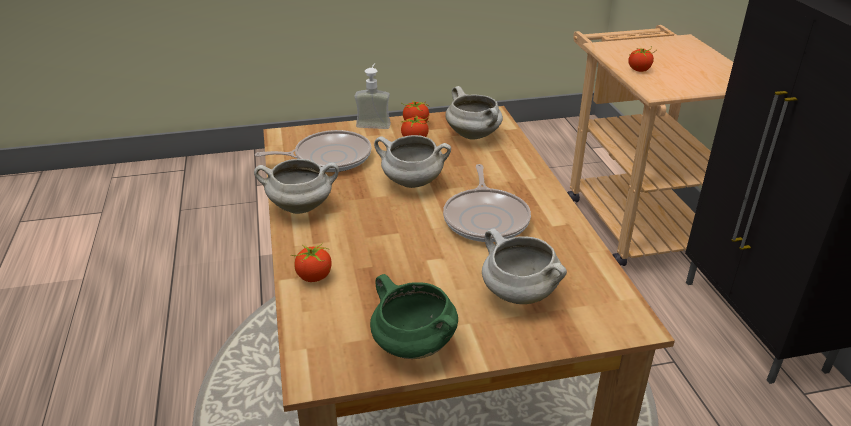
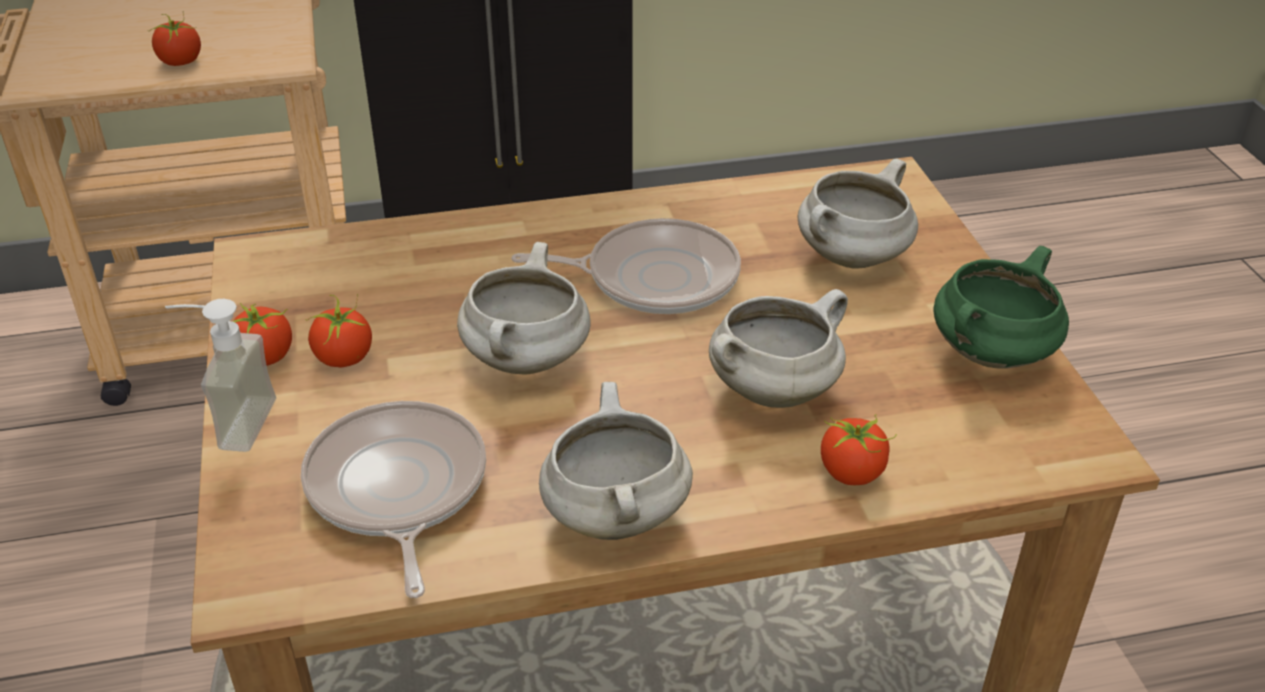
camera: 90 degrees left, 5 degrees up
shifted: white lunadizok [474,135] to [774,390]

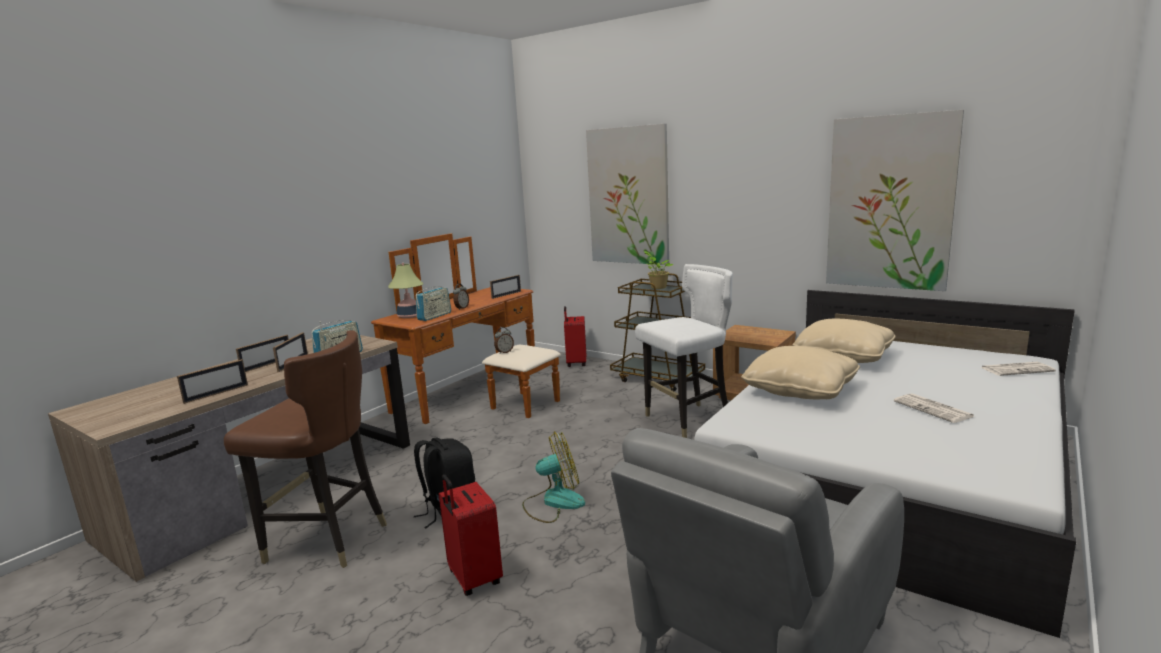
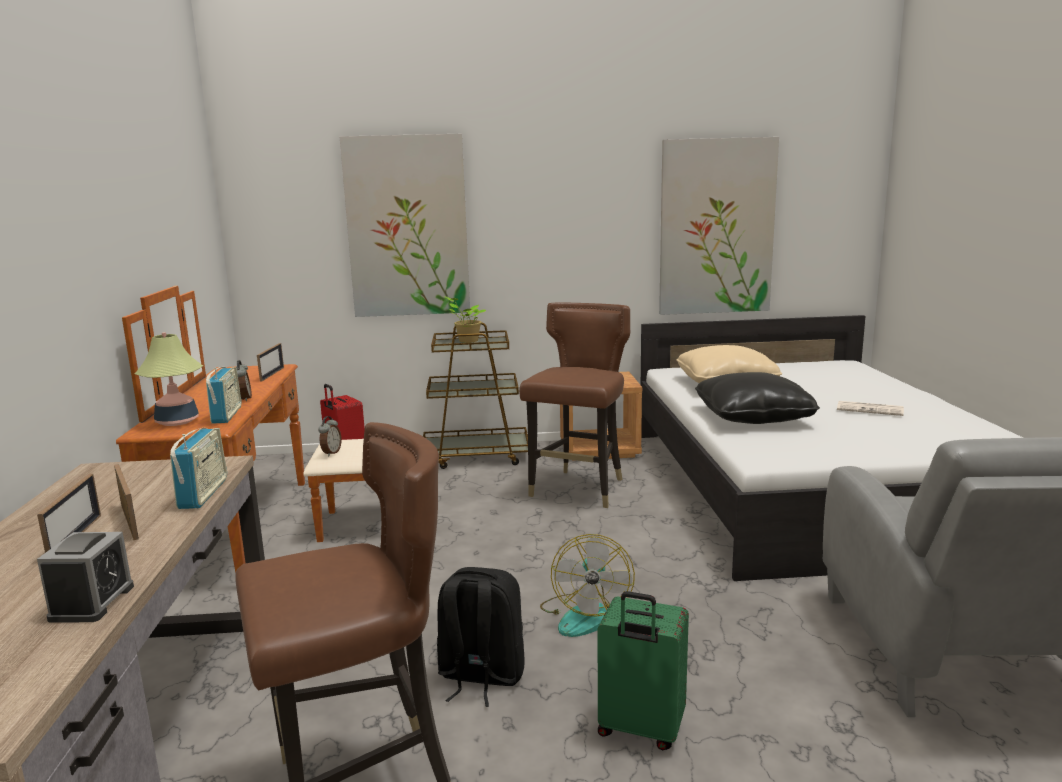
camera: 40 degrees left, 0 degrees up
gone: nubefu [1017,369]
swapped: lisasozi [216,393] to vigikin [92,602]
repainted: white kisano [688,421] to brown kisano [580,489]; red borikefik [473,579] to green borikefik [640,730]; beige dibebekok [800,390] to black dibebekok [753,417]
rotated: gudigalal [553,502] = [584,615] 150 degrees clockwise

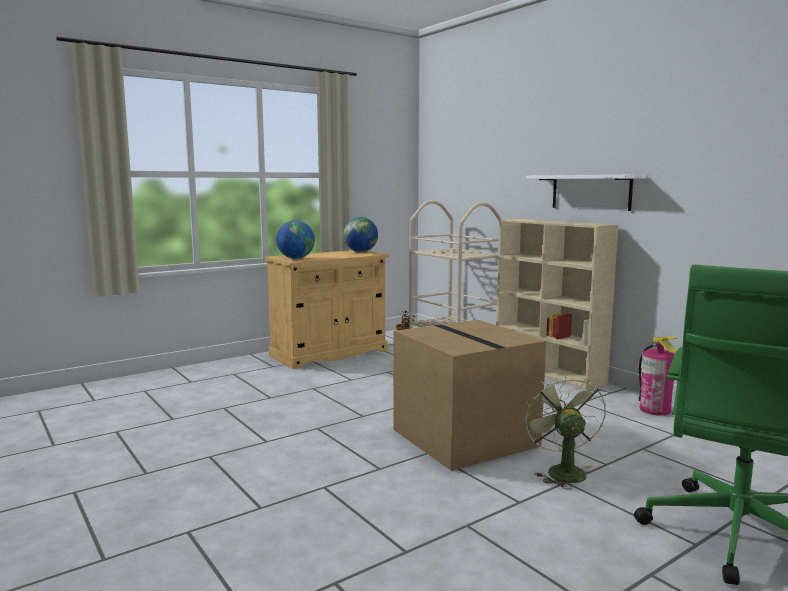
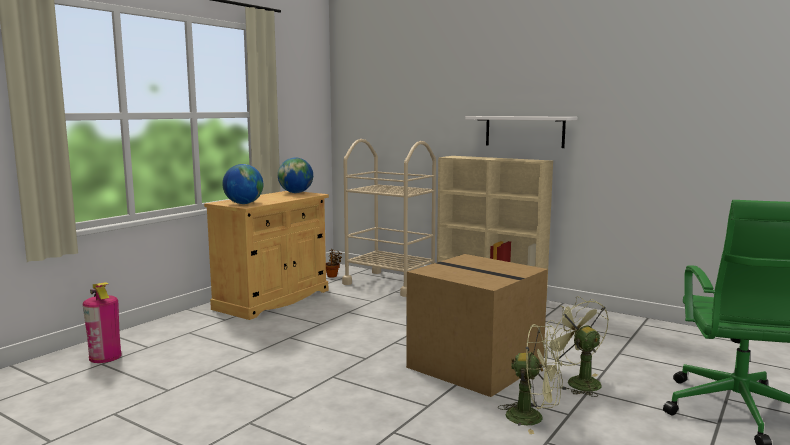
camera: 20 degrees left, 0 degrees up
new: green gudigalal [533,418]
shifted: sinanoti [655,410] to [105,357]

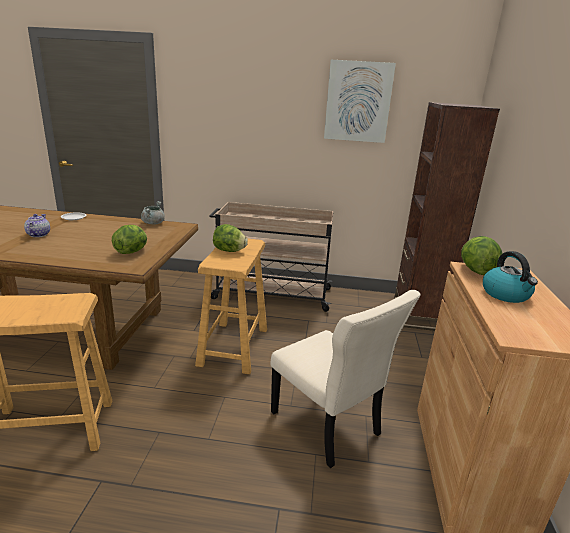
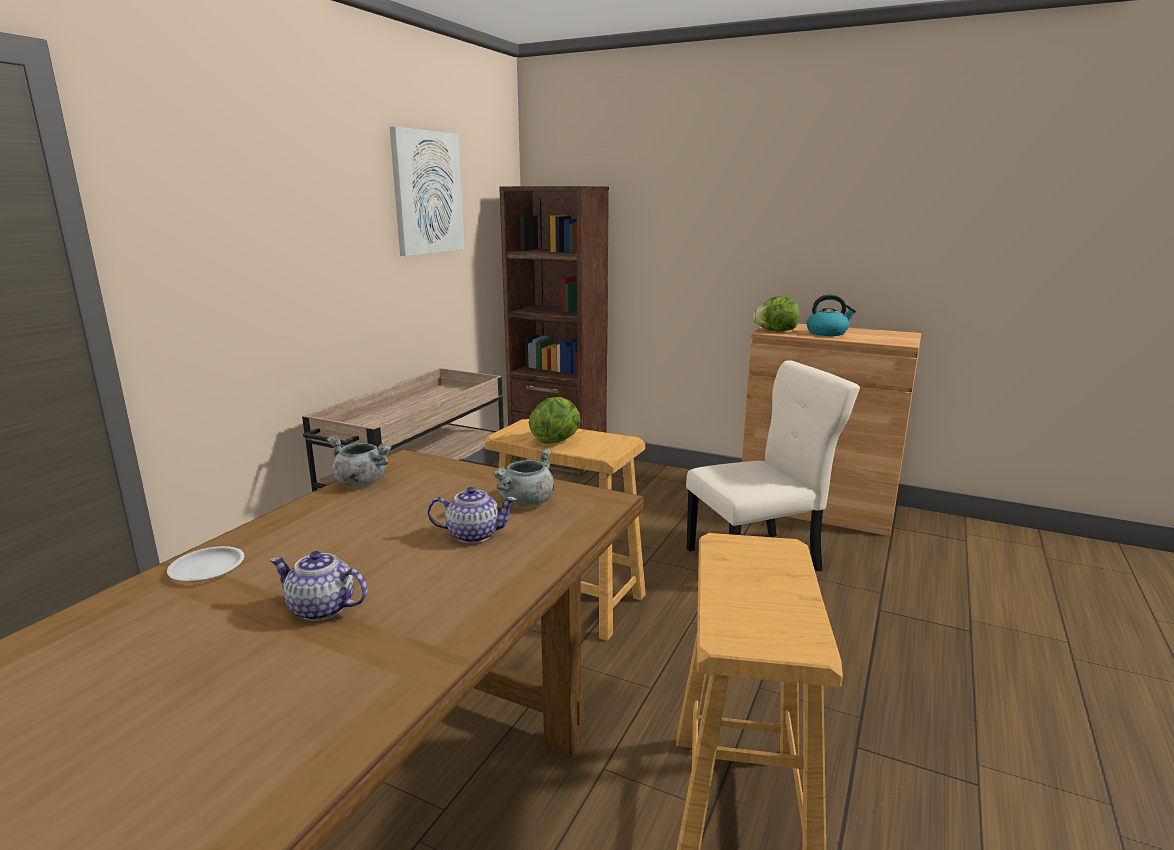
camera: 70 degrees left, 5 degrees down
new: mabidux [473,535]
swapped: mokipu [132,251] to grey lunadizok [526,502]

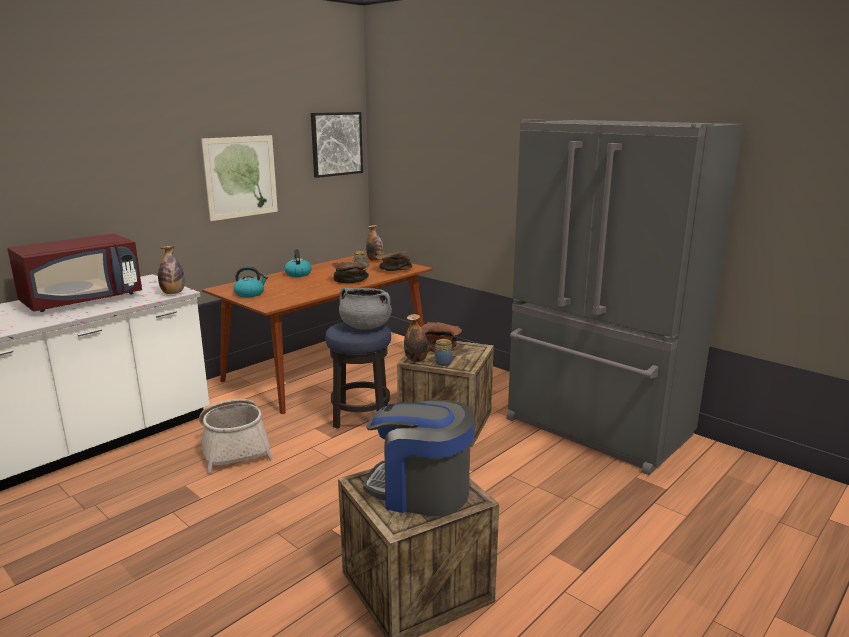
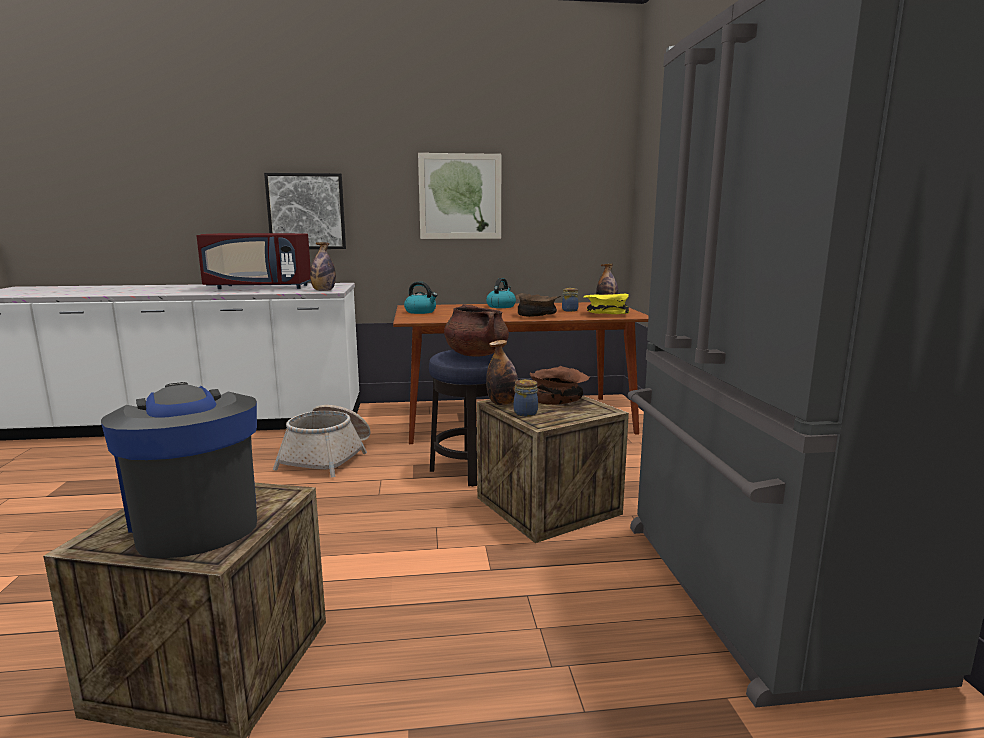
camera: 40 degrees right, 5 degrees down
shifted: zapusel [336,144] to [306,211]
repainted: grey lunadizok [365,327] to brown lunadizok [476,355]; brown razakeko [394,270] to yellow razakeko [605,314]

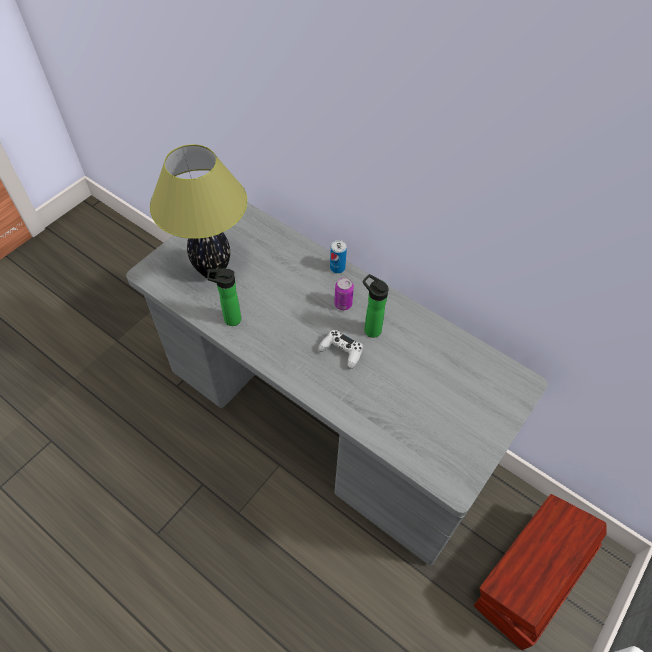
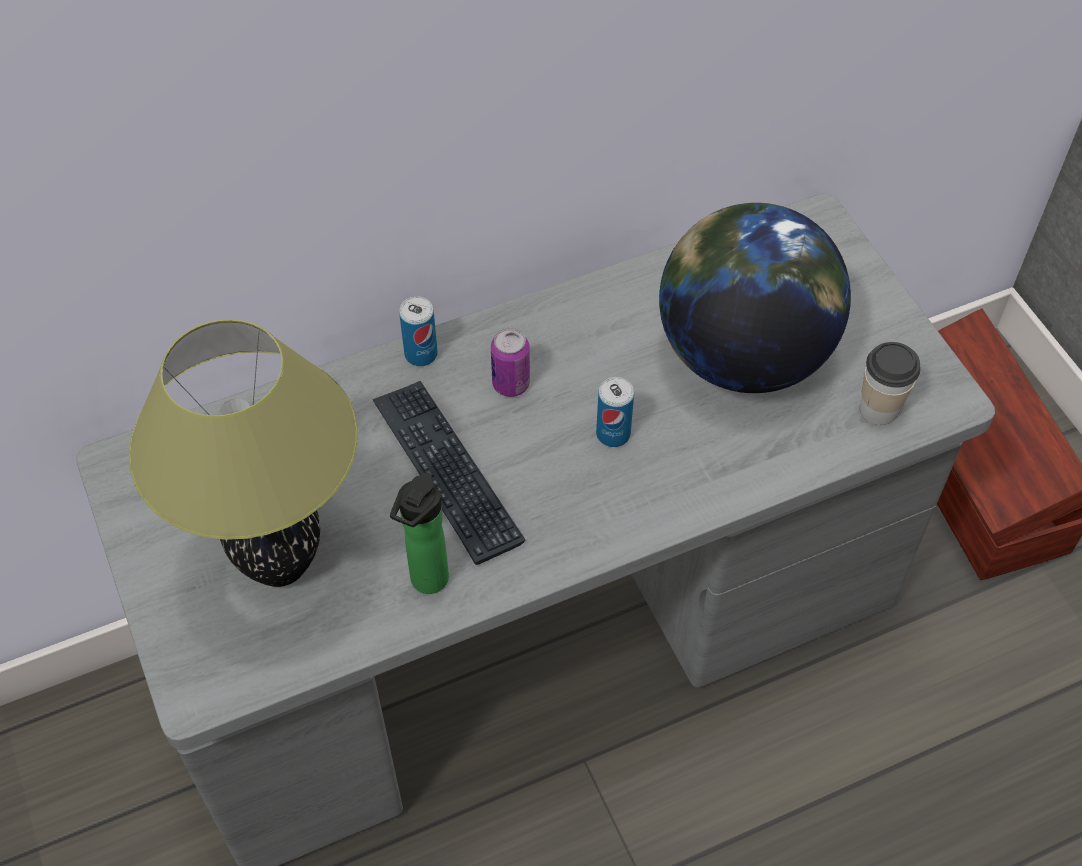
camera: 60 degrees left, 0 degrees up
gone: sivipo [370,329]
new: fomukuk [446,472]; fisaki [742,354]; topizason [879,408]
swapped: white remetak [341,351] to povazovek [613,434]

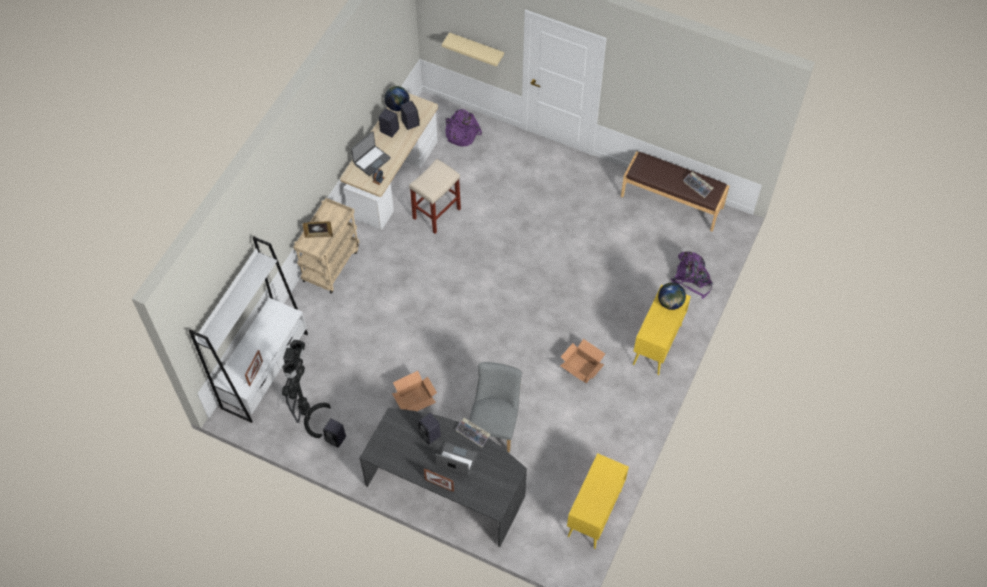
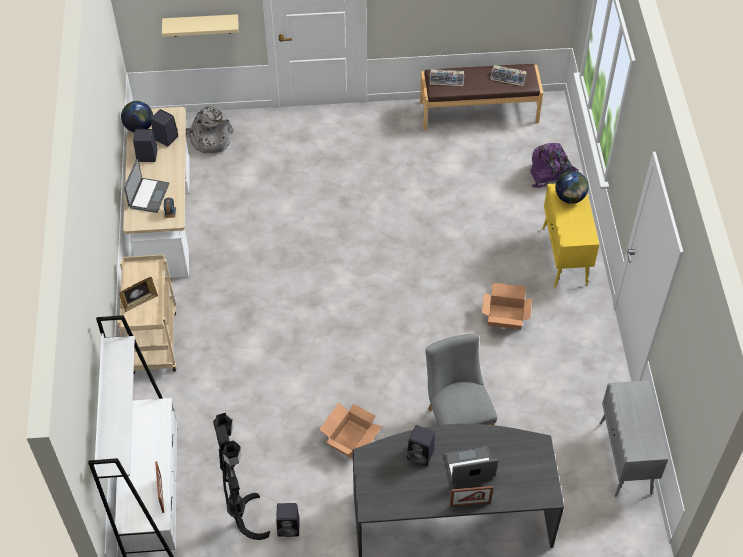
camera: 30 degrees left, 5 degrees down
gone: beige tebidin [436,214]
shifted: fomukuk [473,433] to [447,79]
repainted: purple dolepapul [461,133] to grey dolepapul [209,139]; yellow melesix [594,514] to grey melesix [625,459]

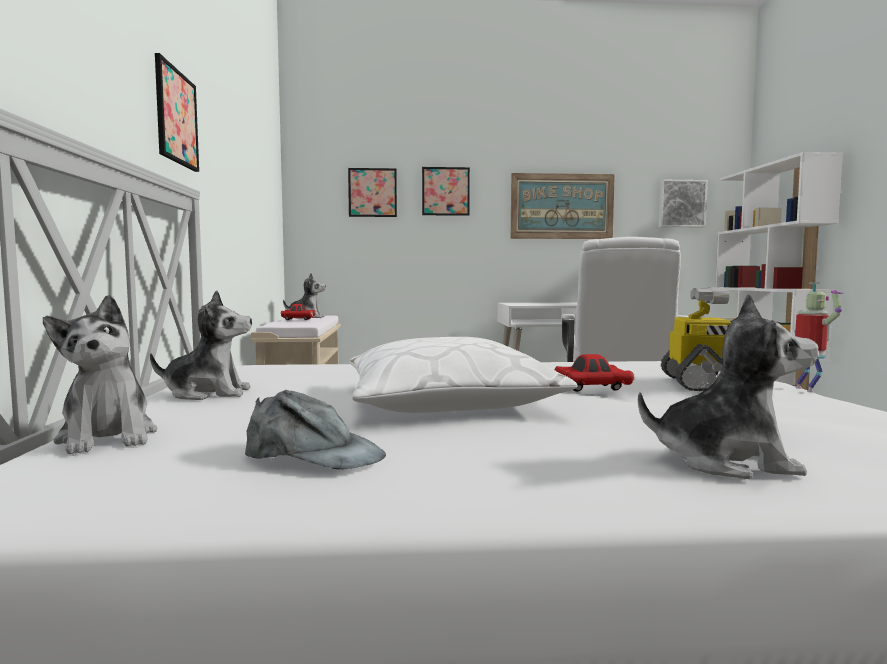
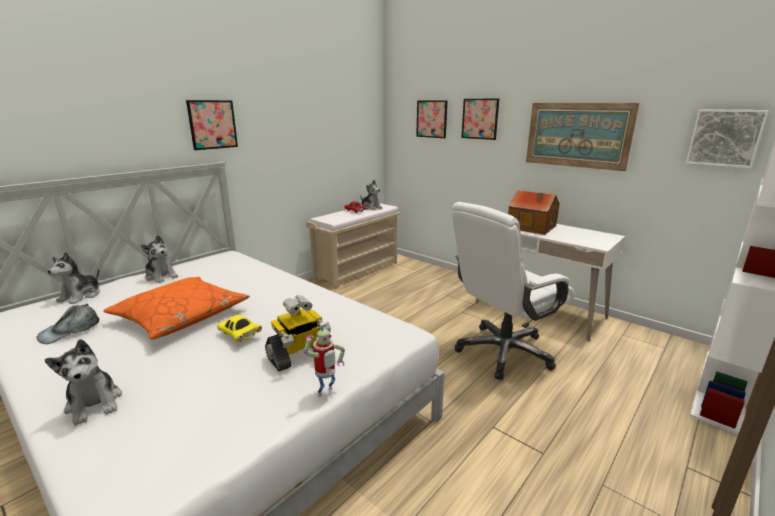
camera: 45 degrees right, 15 degrees up
new: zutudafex [532,227]
repainted: white dibebekok [446,402] to orange dibebekok [181,316]; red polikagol [592,388] to yellow polikagol [239,334]
rotated: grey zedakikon [314,455] = [70,330] 60 degrees clockwise

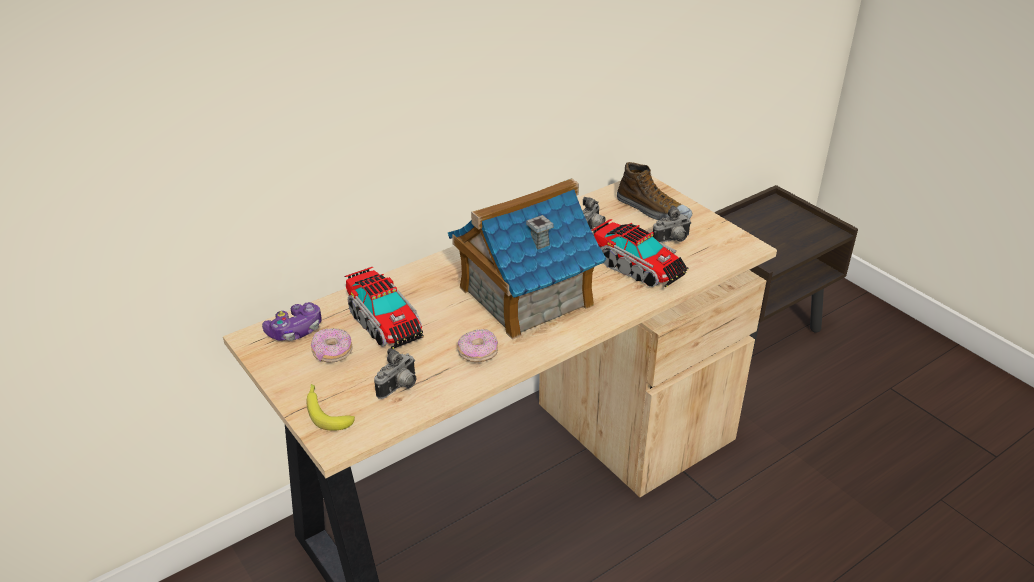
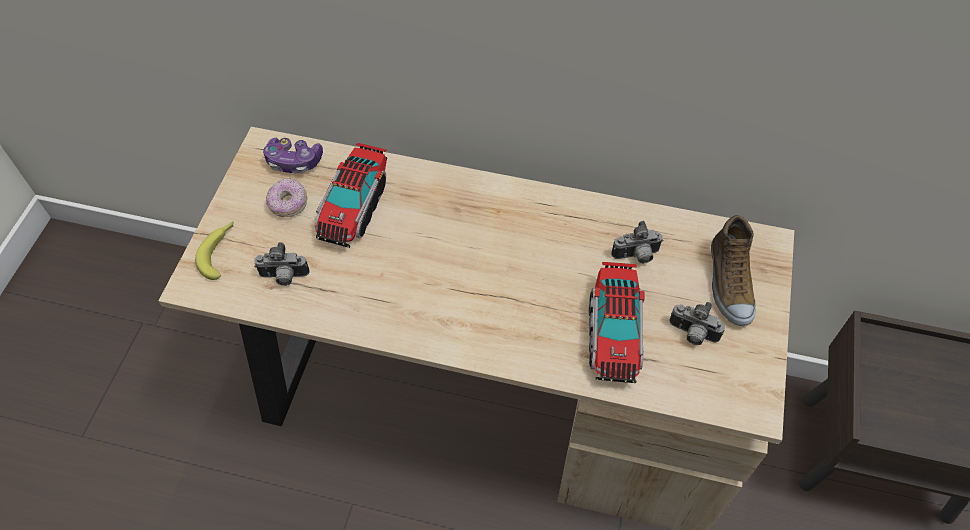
camera: 50 degrees right, 20 degrees up
gone: zutudafex [524,296]; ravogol [478,353]

